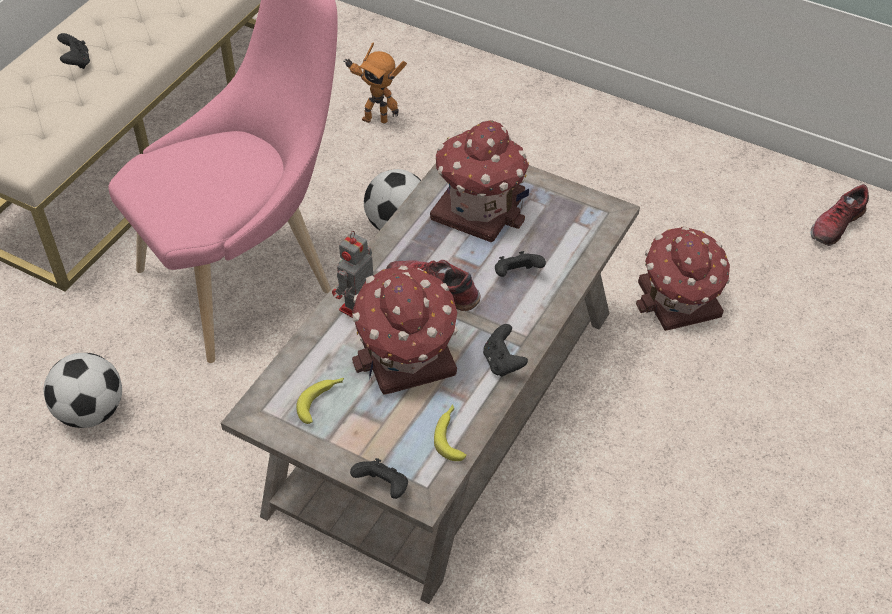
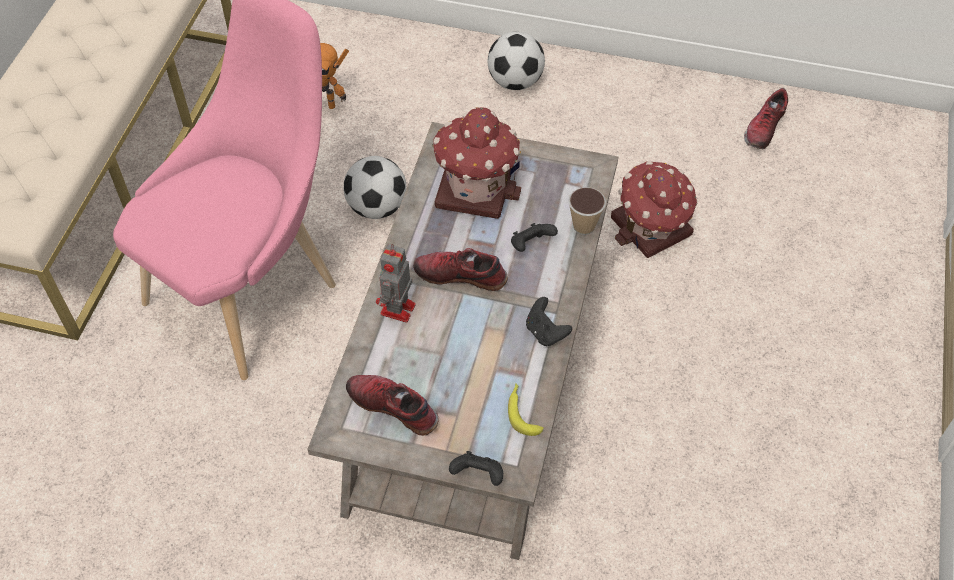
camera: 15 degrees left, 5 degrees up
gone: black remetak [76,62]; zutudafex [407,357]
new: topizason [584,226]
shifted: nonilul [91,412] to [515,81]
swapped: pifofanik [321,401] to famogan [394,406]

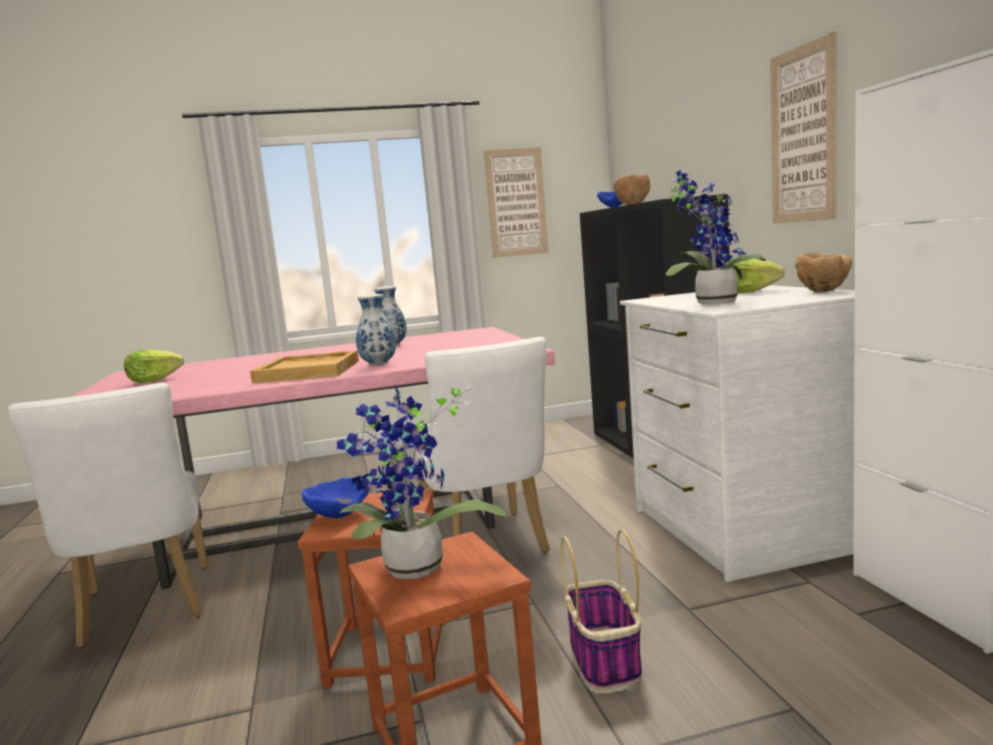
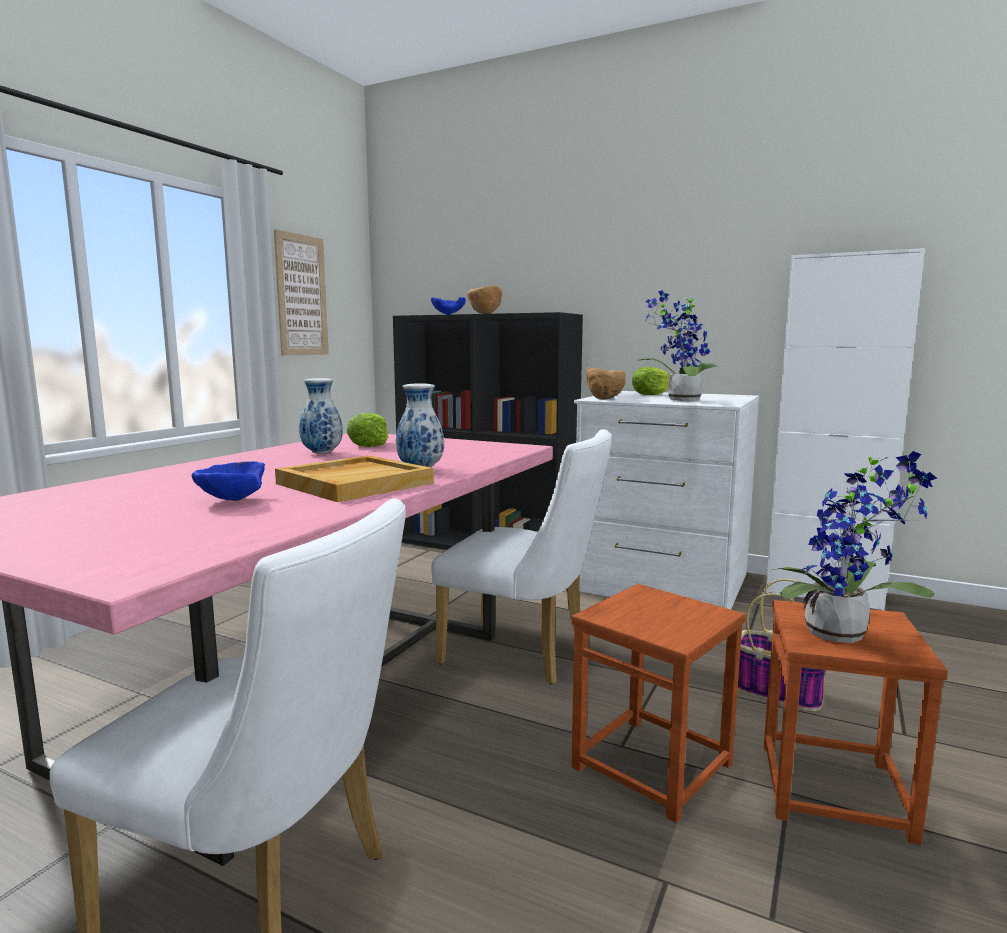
camera: 50 degrees left, 0 degrees up
gone: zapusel [803,135]
shifted: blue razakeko [338,515] to [230,500]; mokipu [154,380] to [369,445]; brown razakeko [823,291] to [605,399]

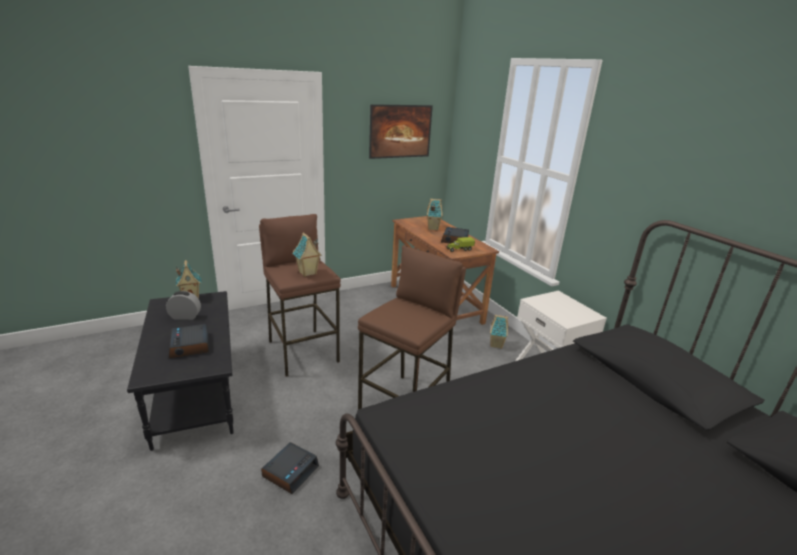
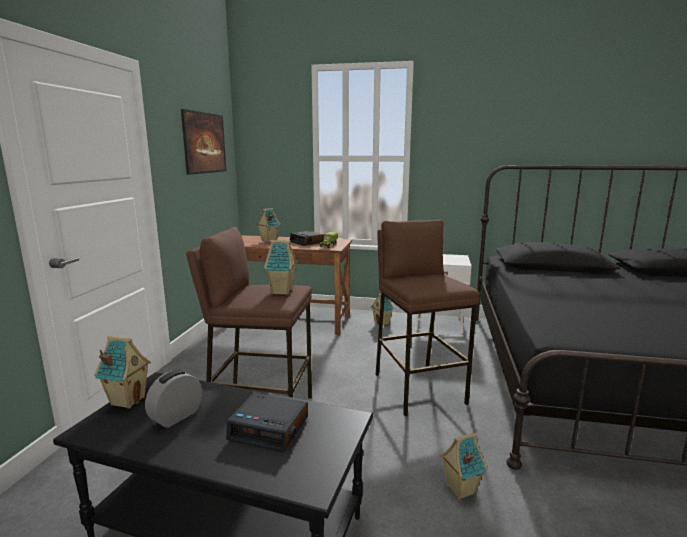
camera: 50 degrees left, 10 degrees down
swapped: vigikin [290,471] to zutudafex [460,489]

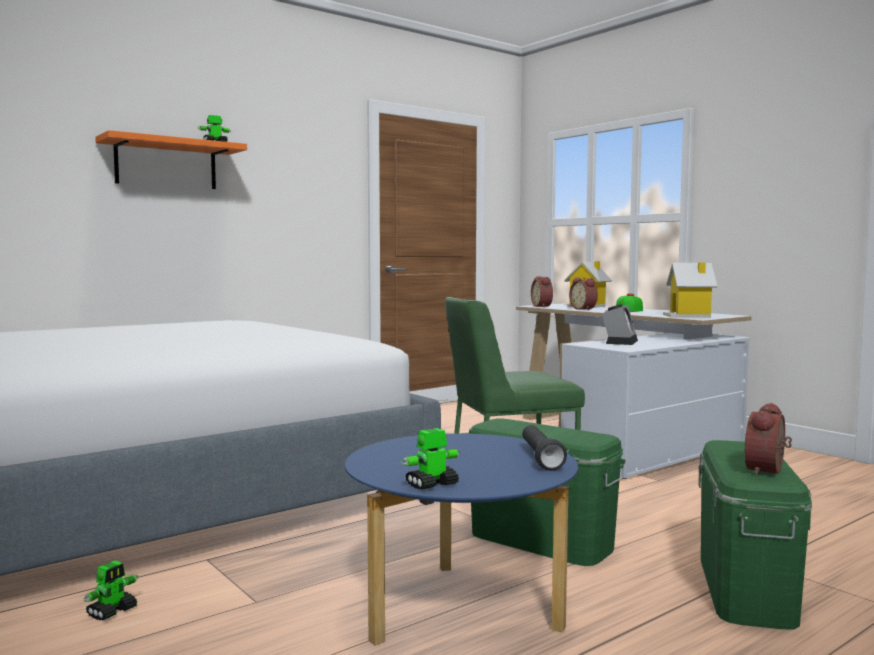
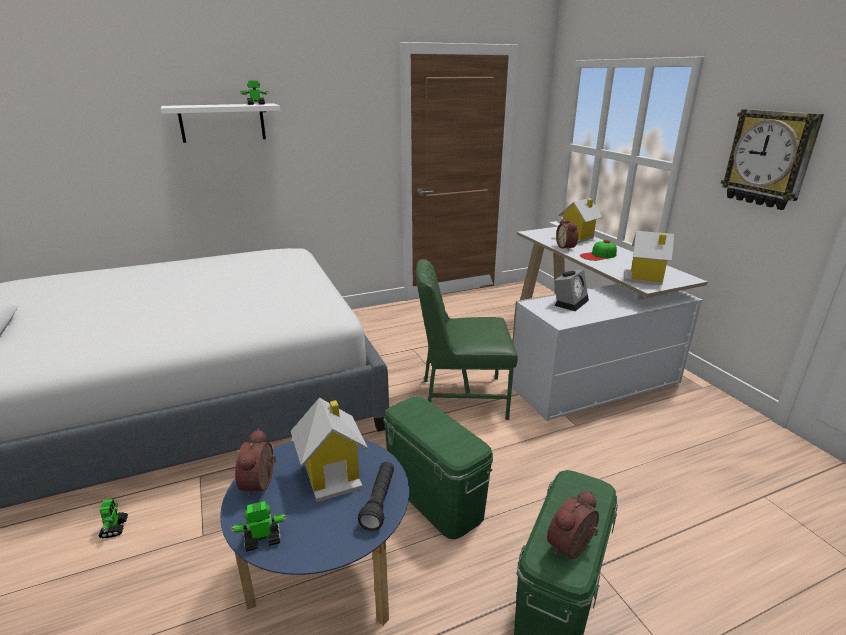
camera: 15 degrees right, 20 degrees up
new: zutudafex [333,474]; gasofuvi [769,158]
shifted: vigikin [543,306] to [261,484]
repainted: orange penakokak [166,164] to white penakokak [222,122]
rotated: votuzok [112,611] = [114,528] 60 degrees counterclockwise

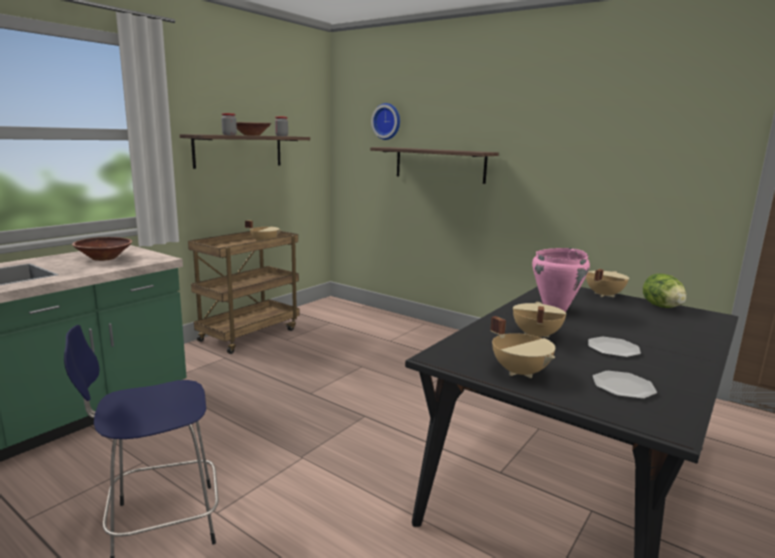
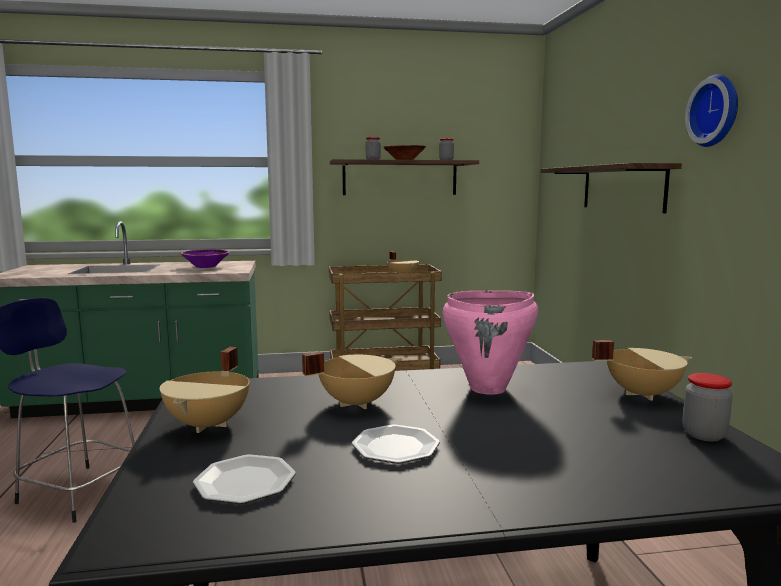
camera: 45 degrees right, 5 degrees down
shifted: gasofuvi [387,121] to [717,111]
swapped: mokipu [662,307] to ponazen [704,435]
repainted: brown razakeko [104,258] to purple razakeko [206,266]

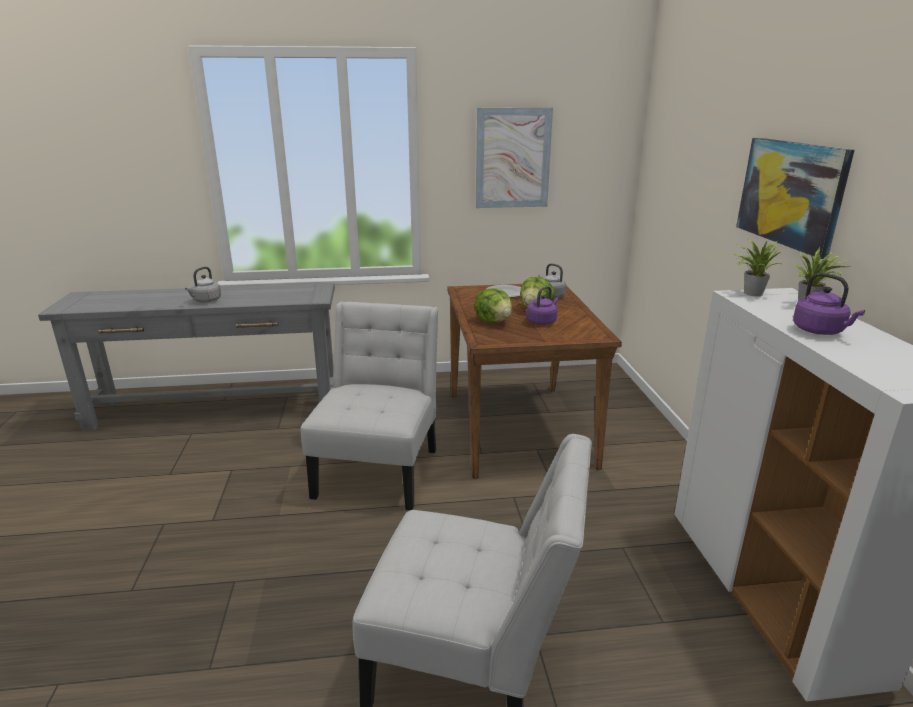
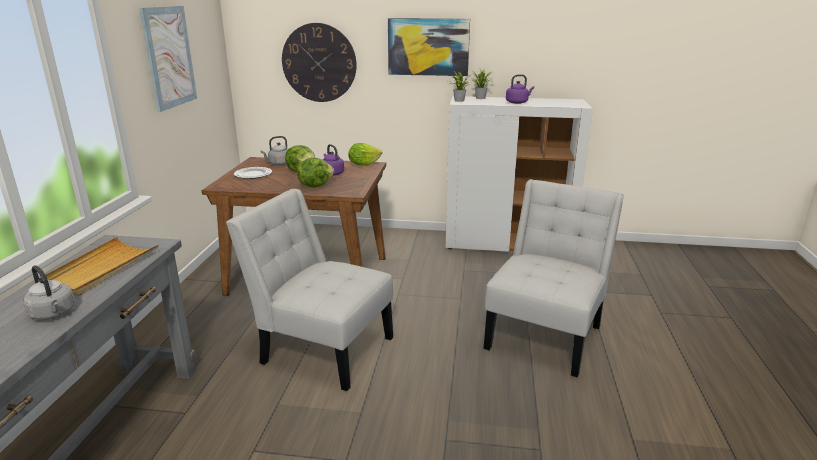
camera: 75 degrees left, 0 degrees up
new: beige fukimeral [100,269]; gasofuvi [319,63]; mokipu [363,164]

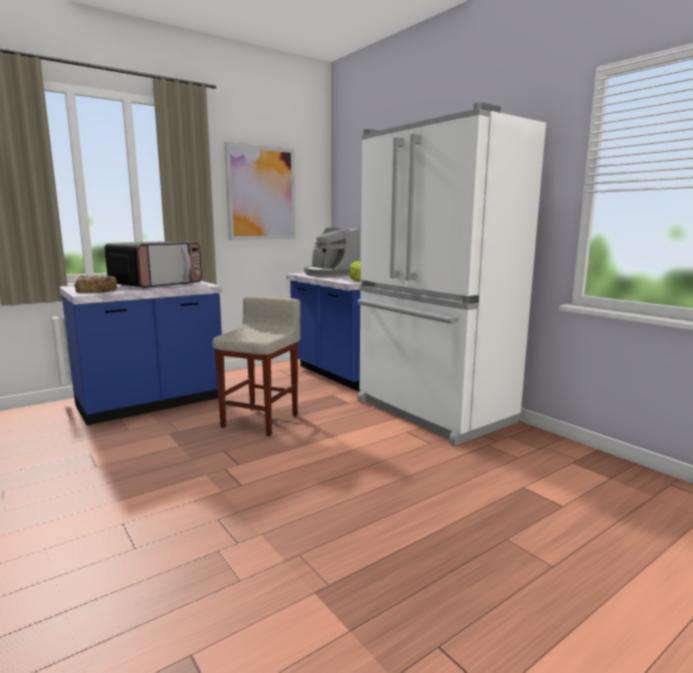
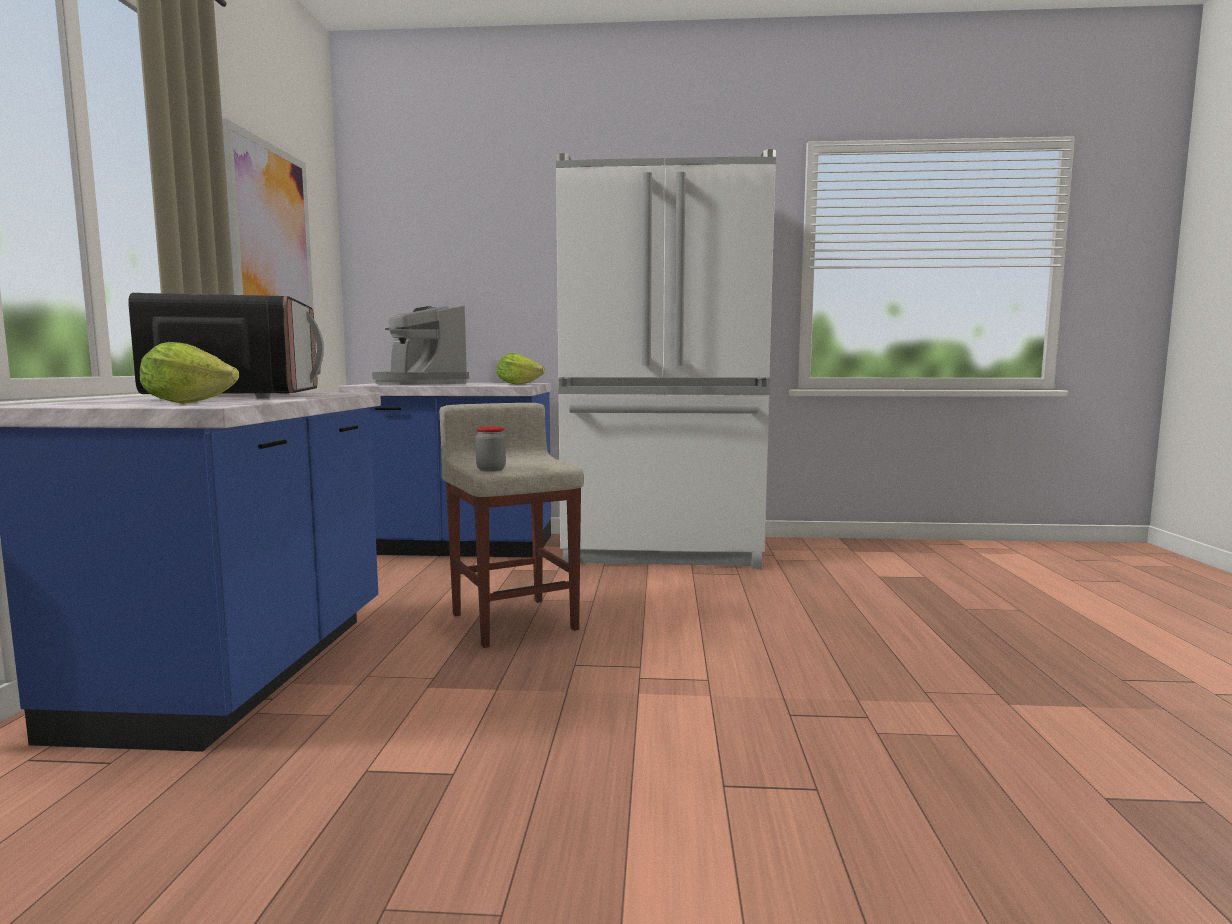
camera: 50 degrees left, 5 degrees down
new: ponazen [491,469]
swapped: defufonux [96,290] to mokipu [188,402]
rotated: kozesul [330,274] = [418,384] 45 degrees clockwise

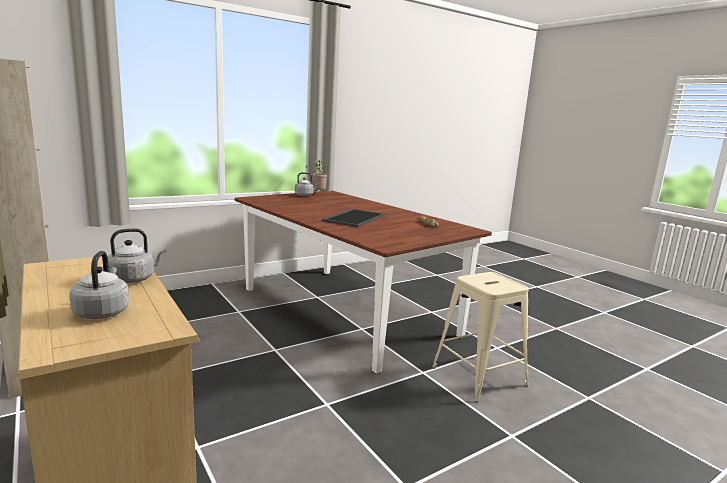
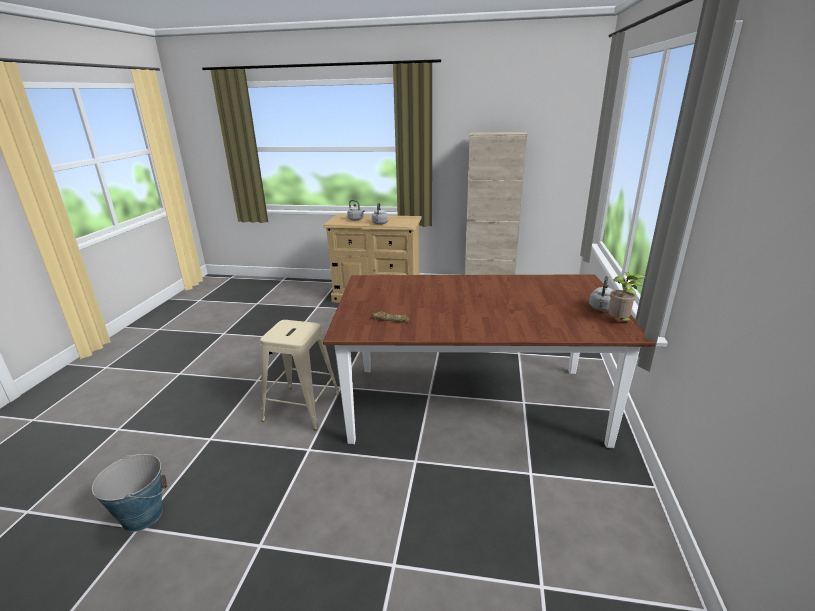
camera: 135 degrees right, 10 degrees up
gone: fukimeral [354,218]
new: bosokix [142,515]

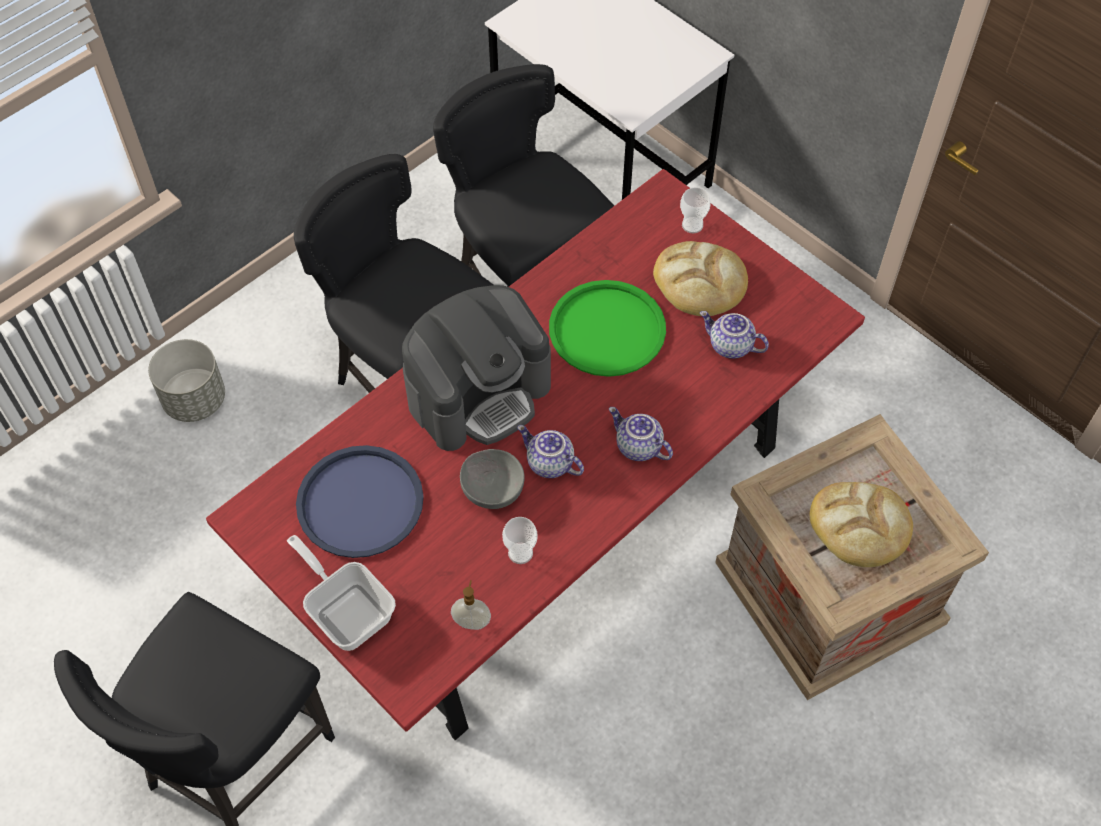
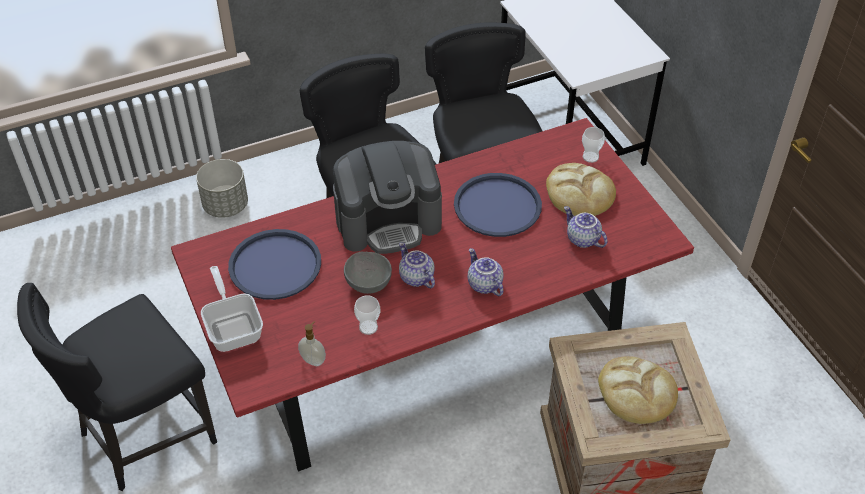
camera: 20 degrees right, 10 degrees down
repainted: green fukimeral [607,329] to blue fukimeral [497,206]

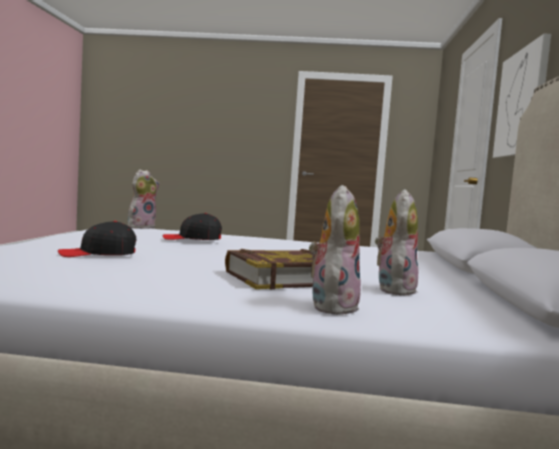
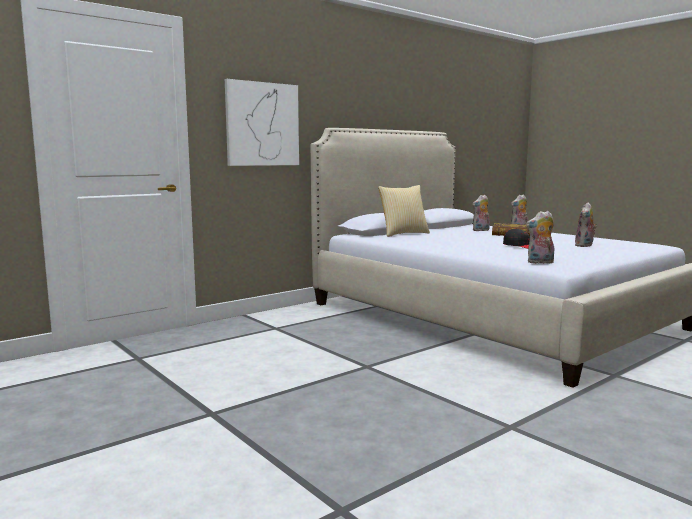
camera: 135 degrees left, 5 degrees up
new: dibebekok [403,234]
swapped: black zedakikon [98,254] to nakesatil [585,245]

